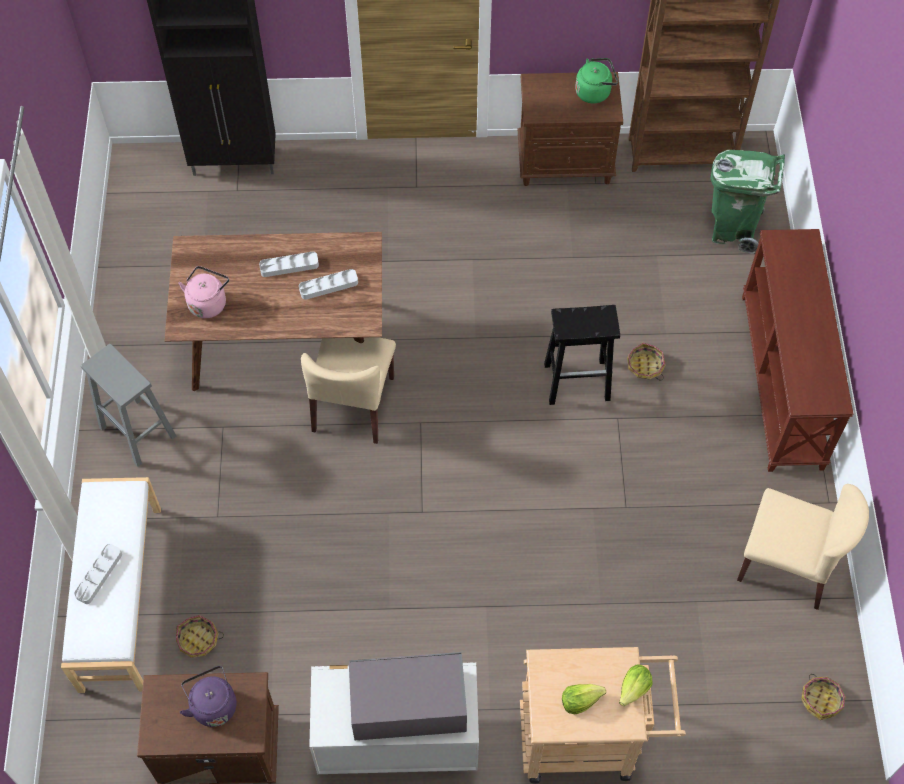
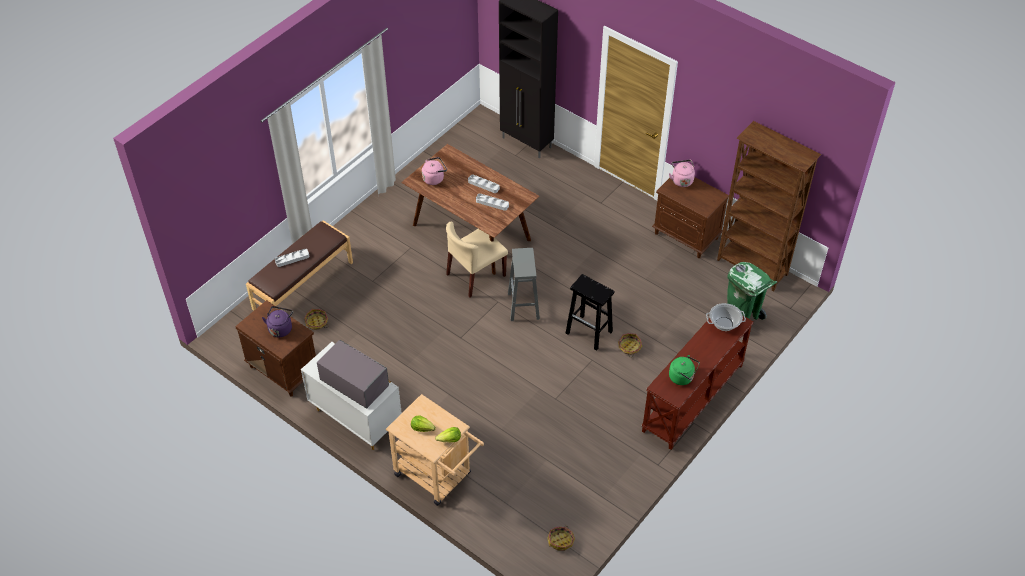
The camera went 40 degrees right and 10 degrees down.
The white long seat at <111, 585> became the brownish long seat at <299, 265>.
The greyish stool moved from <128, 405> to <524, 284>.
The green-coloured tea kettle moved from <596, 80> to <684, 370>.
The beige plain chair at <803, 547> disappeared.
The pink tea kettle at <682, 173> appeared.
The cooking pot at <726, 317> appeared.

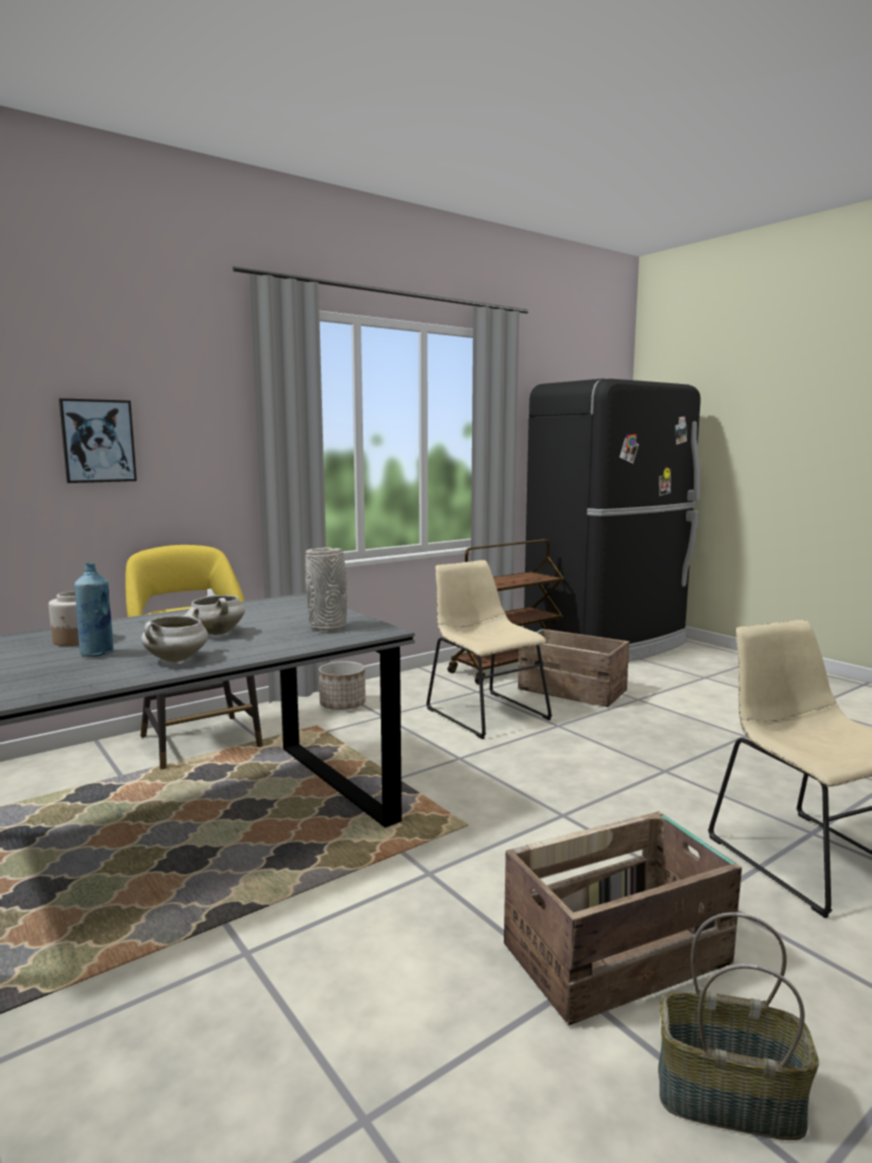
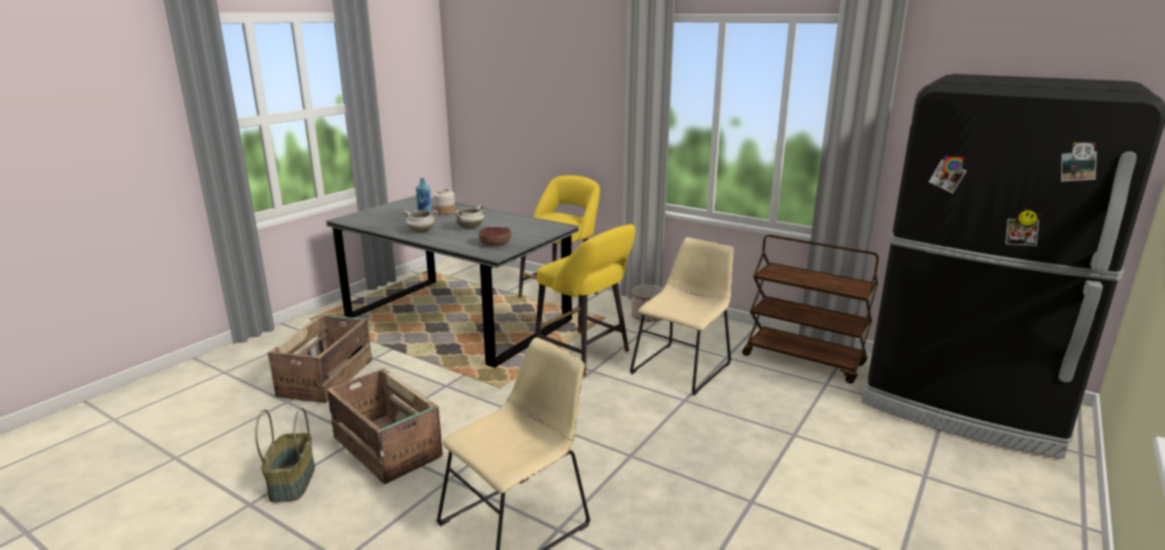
The camera went 70 degrees right and 10 degrees up.
The wall art at <98, 440> disappeared.
The greyish decorative vase at <326, 589> was replaced by the bowl at <495, 236>.
The crate moved from <573, 668> to <320, 359>.
The yellow stool at <585, 300> appeared.

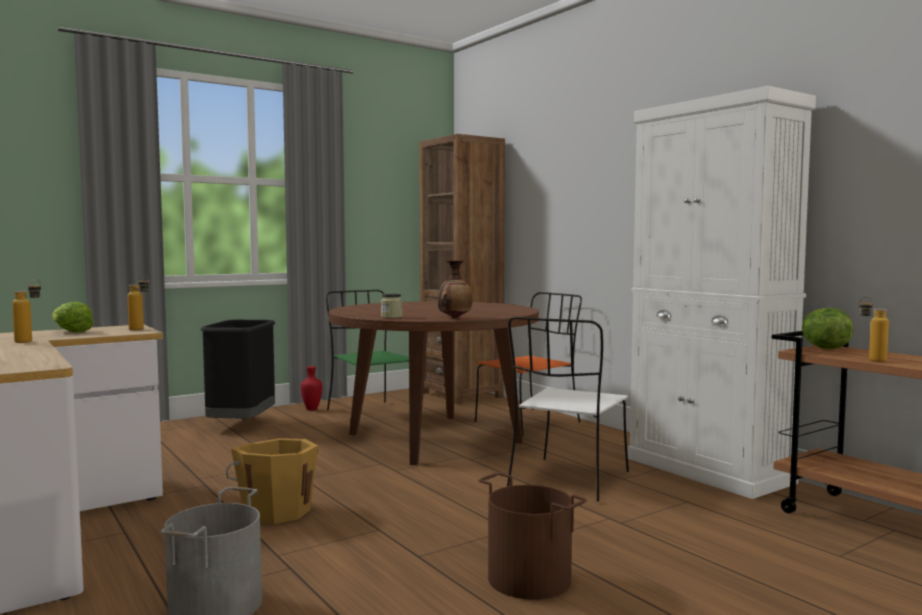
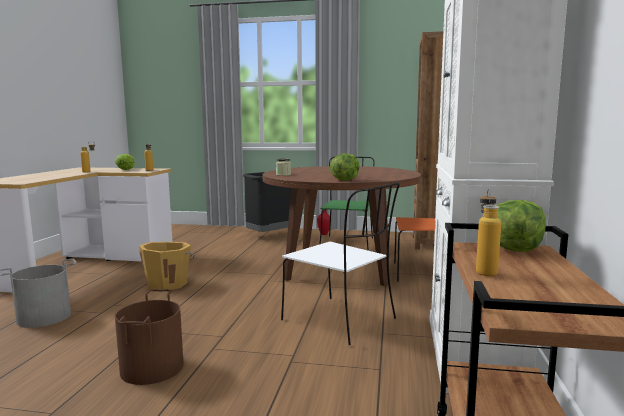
The camera went 45 degrees right and 5 degrees up.
The decorative vase at <455, 289> disappeared.
The white plain chair at <568, 409> turned 120 degrees counterclockwise.
The lettuce at <344, 167> appeared.

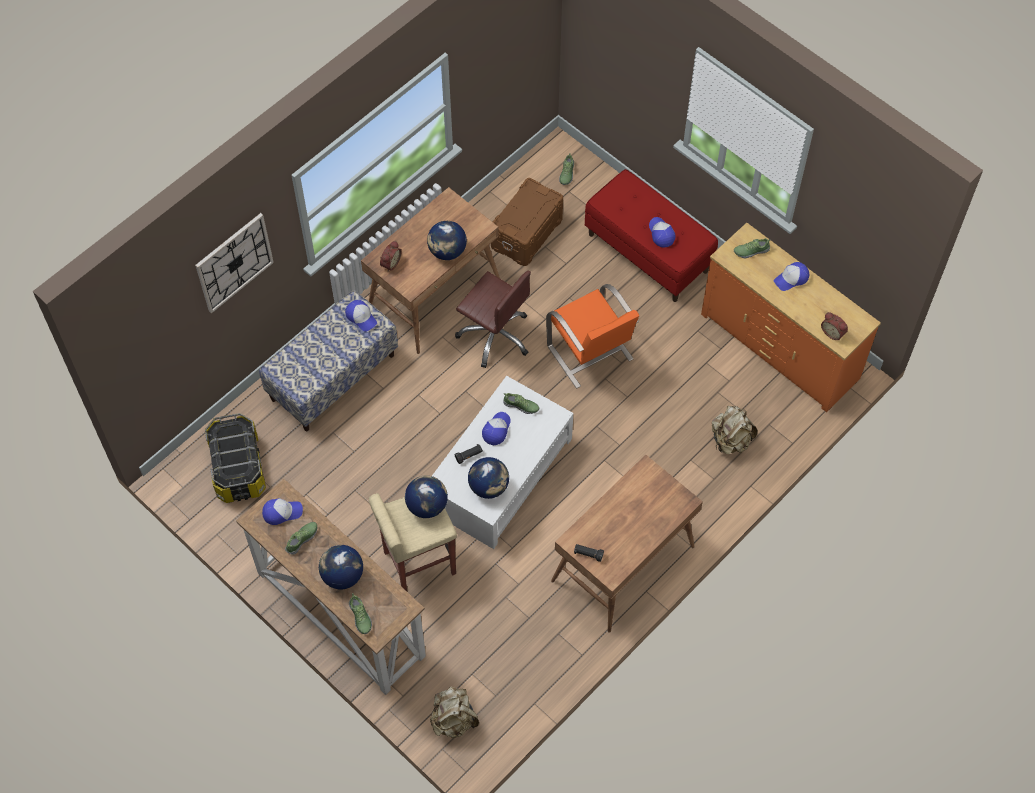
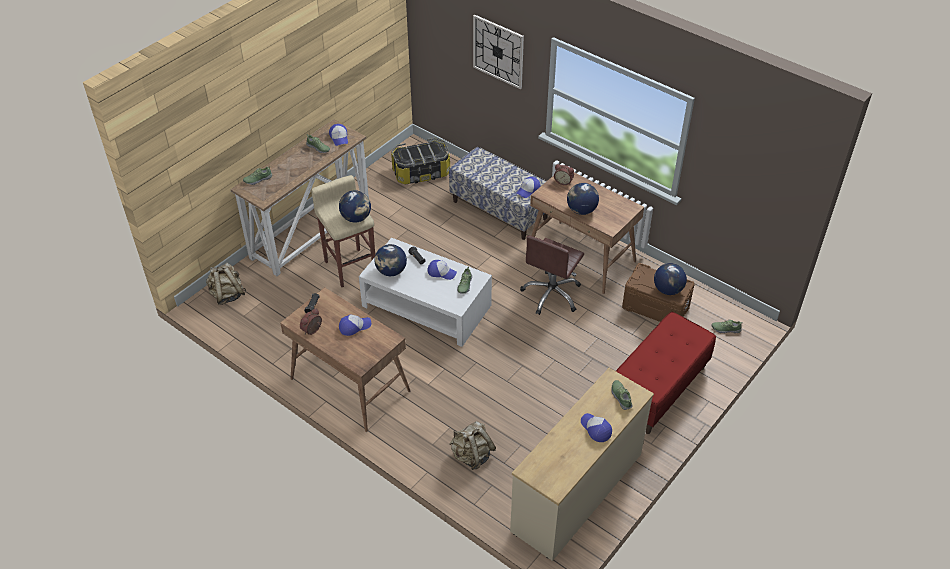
The camera went 85 degrees right and 15 degrees down.
The desk globe moved from <341, 567> to <670, 279>.
The orange-coloured plain chair at <592, 336> disappeared.
The cap moved from <662, 232> to <355, 325>.
The orange-coloured chest of drawers at <791, 317> became the beige chest of drawers at <582, 464>.
The bedside clock moved from <834, 326> to <311, 321>.

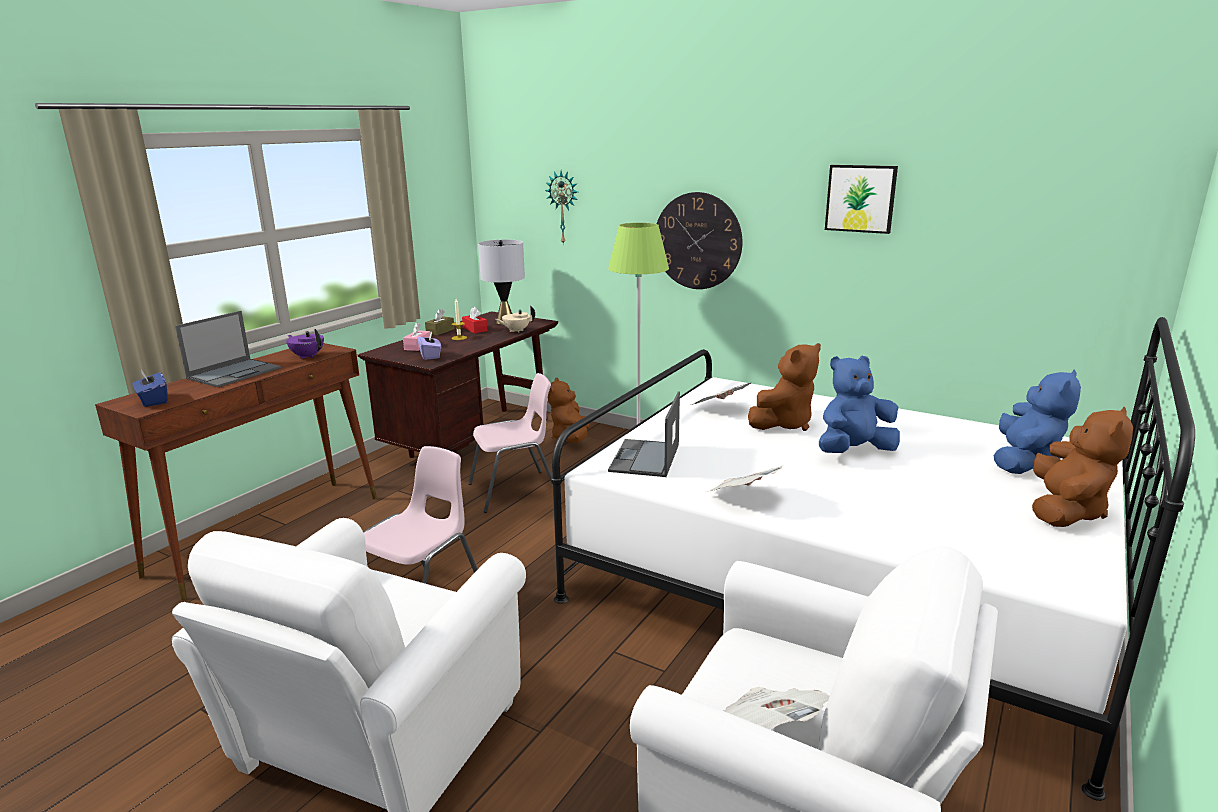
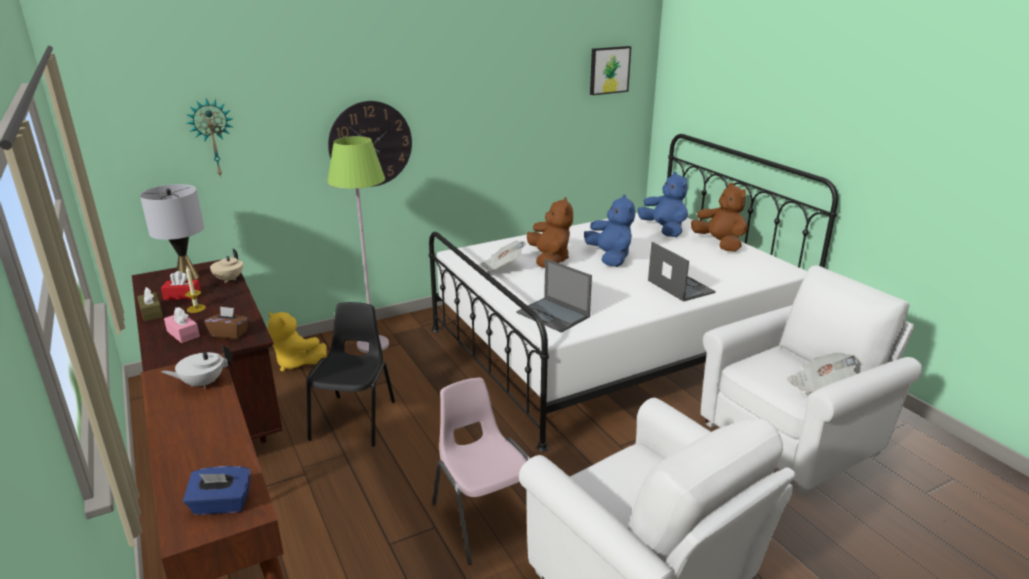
The camera went 60 degrees left and 5 degrees up.
The laptop moved from <228, 349> to <682, 272>.
The purplish teapot at <305, 344> became the white teapot at <196, 366>.
The purplish tissue box at <429, 346> became the brownish tissue box at <226, 322>.
The pink plain chair at <510, 443> became the black-coloured plain chair at <351, 374>.
The brownish soft toy at <569, 410> became the yellow soft toy at <297, 341>.
The newspaper at <745, 478> disappeared.
The blue soft toy at <859, 404> turned 150 degrees clockwise.
The wall art moved from <861, 199> to <610, 70>.

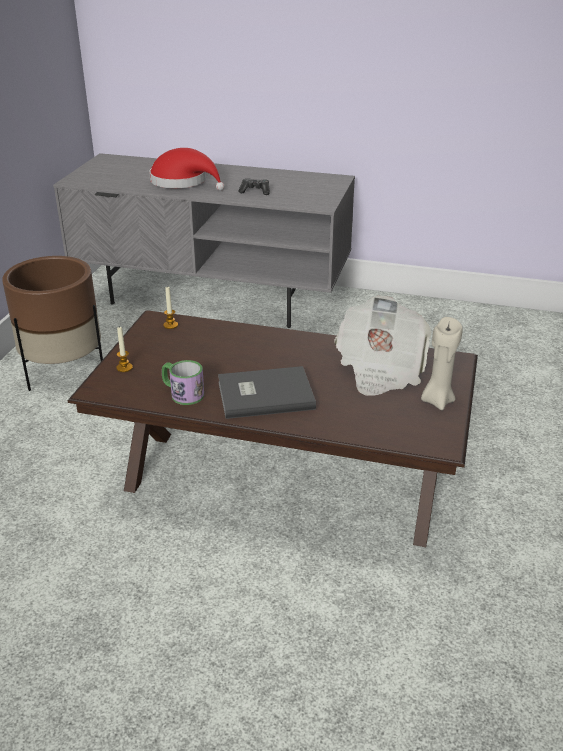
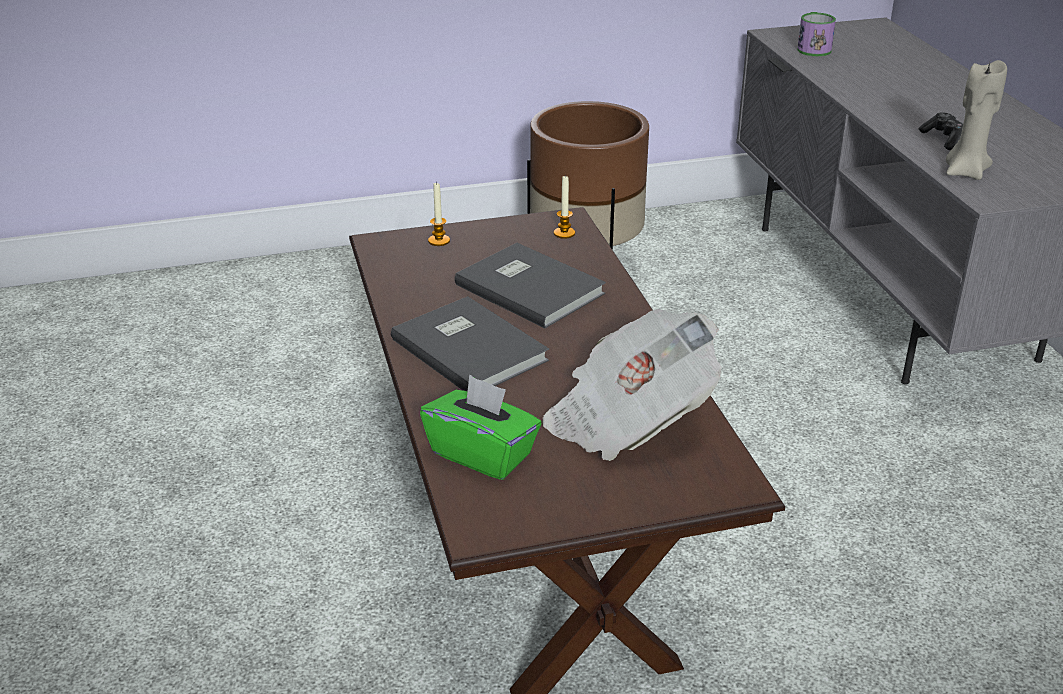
The camera went 60 degrees right and 0 degrees up.
The red clothing hat at <187, 169> disappeared.
The mug moved from <183, 382> to <816, 34>.
The beige wax candle moved from <442, 363> to <976, 120>.
The green-coloured tissue box at <480, 427> appeared.
The greyish volume at <530, 285> appeared.

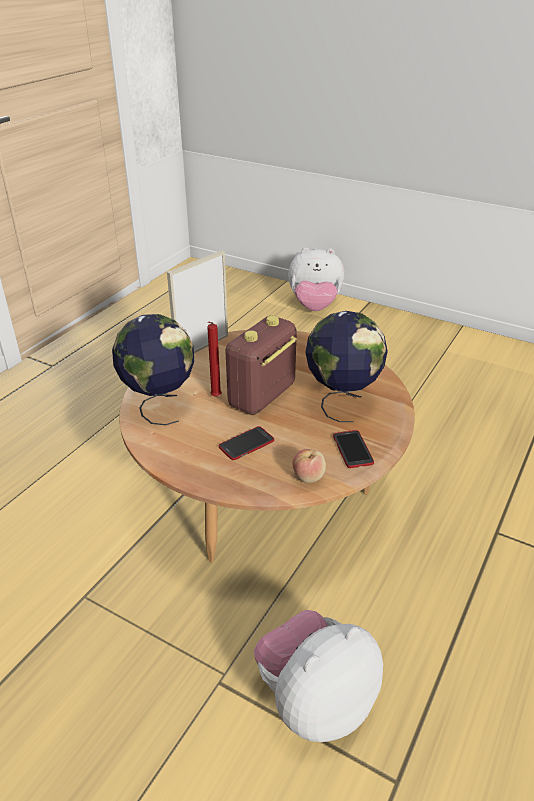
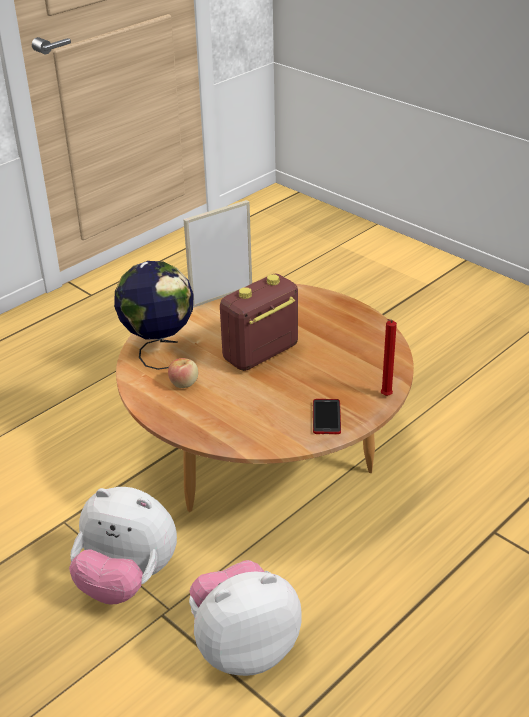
The camera went 15 degrees right and 0 degrees up.
The red wax candle moved from <214, 359> to <389, 357>.
The telephone at <246, 443> disappeared.
The soft toy moved from <316, 279> to <123, 546>.
The apple fruit moved from <309, 466> to <183, 373>.
The desk globe at <346, 366> disappeared.

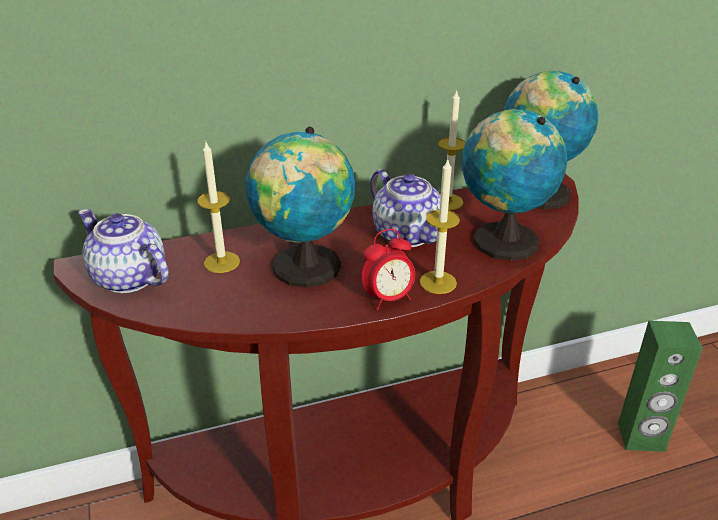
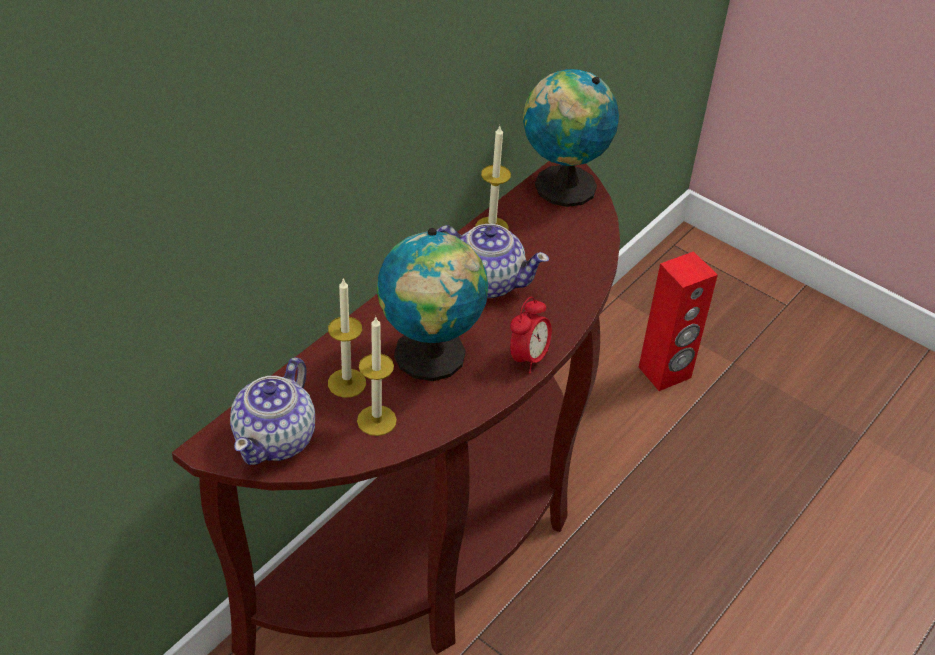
The camera went 35 degrees left and 10 degrees up.
The teapot at <123, 251> turned 75 degrees counterclockwise.
The wax candle moved from <440, 227> to <377, 376>.
The desk globe at <514, 185> disappeared.
The green-coloured speaker at <660, 386> became the red speaker at <678, 321>.

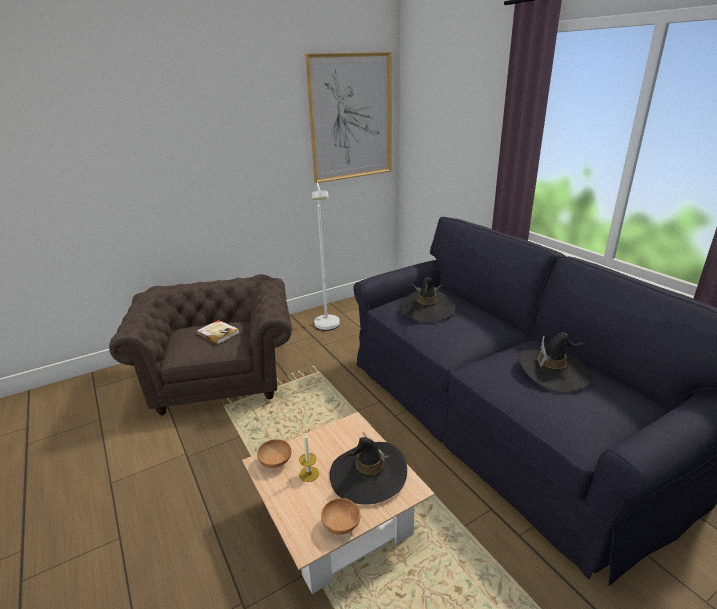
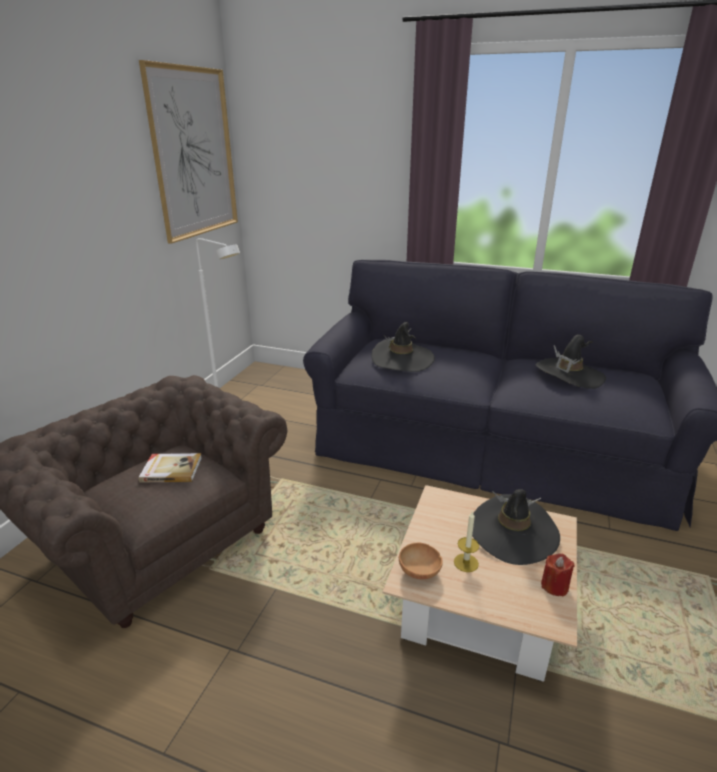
The camera went 40 degrees left and 0 degrees up.
The brownish bowl at <341, 516> was replaced by the red wax candle at <558, 575>.

